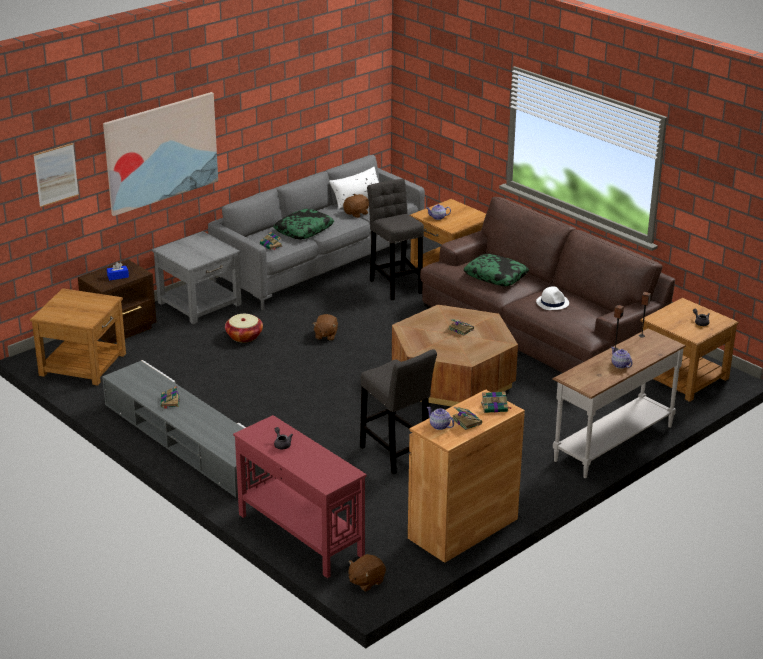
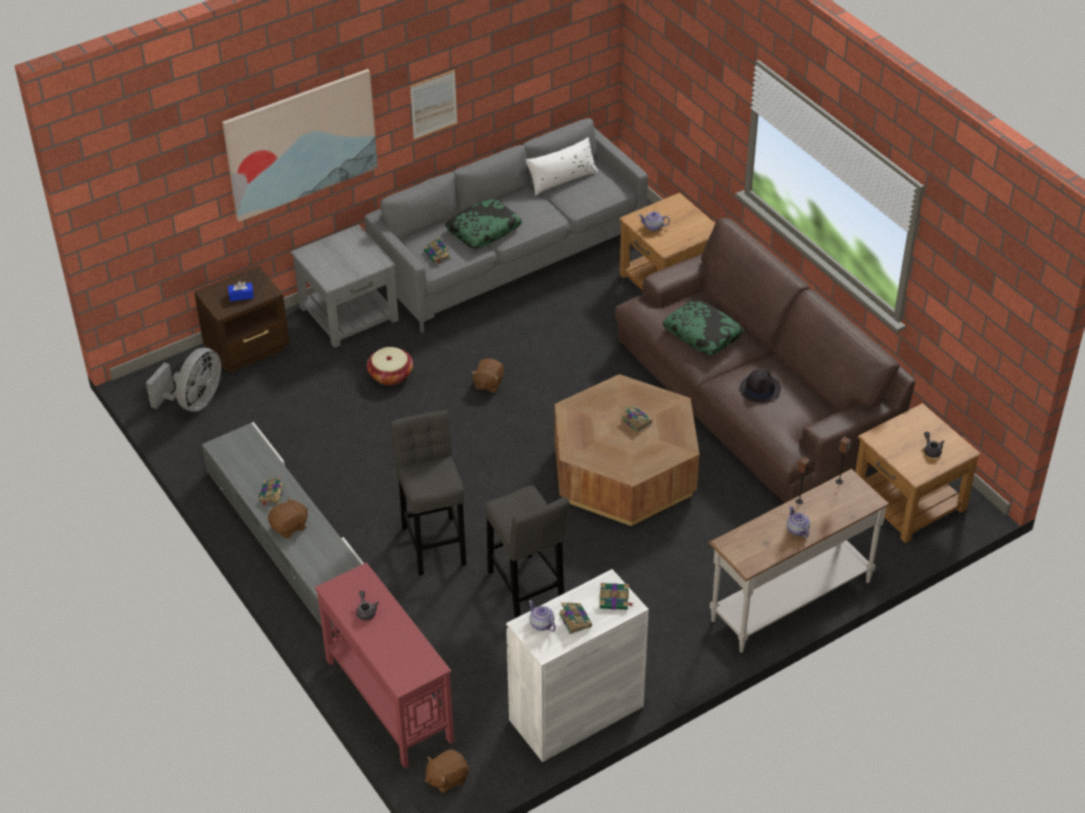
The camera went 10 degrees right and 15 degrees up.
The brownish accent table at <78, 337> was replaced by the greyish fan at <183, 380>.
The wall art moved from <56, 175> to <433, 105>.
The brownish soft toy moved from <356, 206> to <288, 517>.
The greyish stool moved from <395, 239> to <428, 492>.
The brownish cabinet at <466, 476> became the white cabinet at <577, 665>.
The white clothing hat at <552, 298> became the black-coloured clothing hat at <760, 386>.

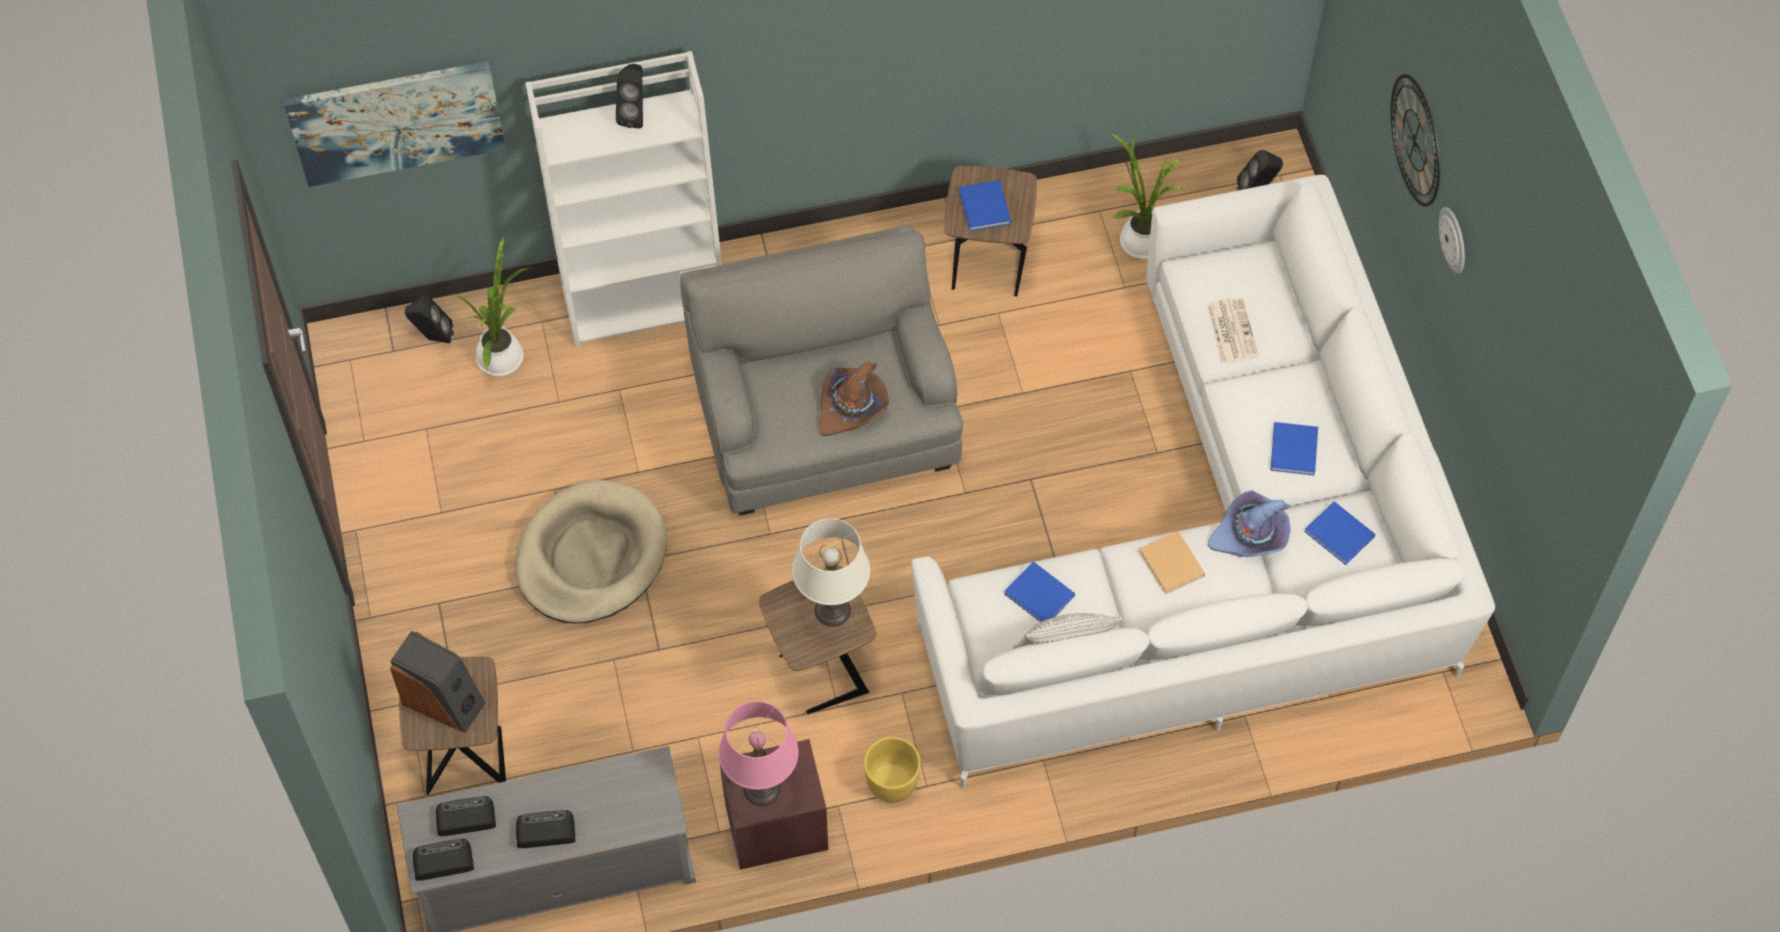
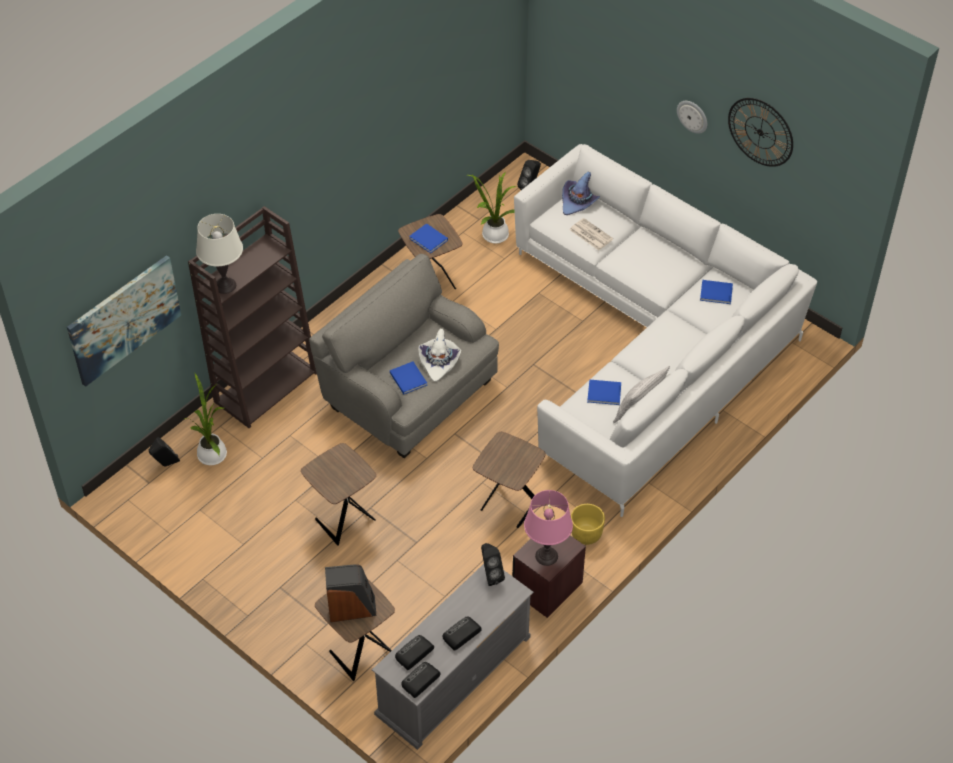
The camera went 35 degrees left and 10 degrees down.
The beige pet bed at <591, 551> was replaced by the brownish accent table at <338, 494>.
The white bookshelf at <623, 199> became the brownish bookshelf at <252, 317>.
The black-coloured speaker moved from <629, 96> to <493, 564>.
The white tabletop lamp moved from <831, 572> to <219, 254>.
The brownish clothing hat at <854, 399> became the white clothing hat at <439, 355>.
The beige volume at <1172, 562> disappeared.
The purplish clothing hat moved from <1249, 523> to <581, 193>.
The blue volume moved from <1294, 448> to <408, 377>.
The wall clock moved from <1415, 140> to <760, 132>.

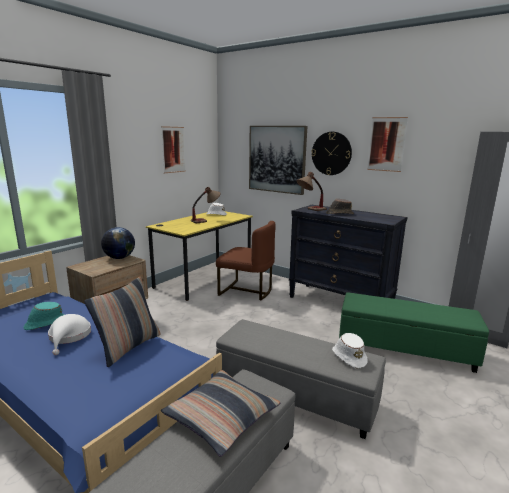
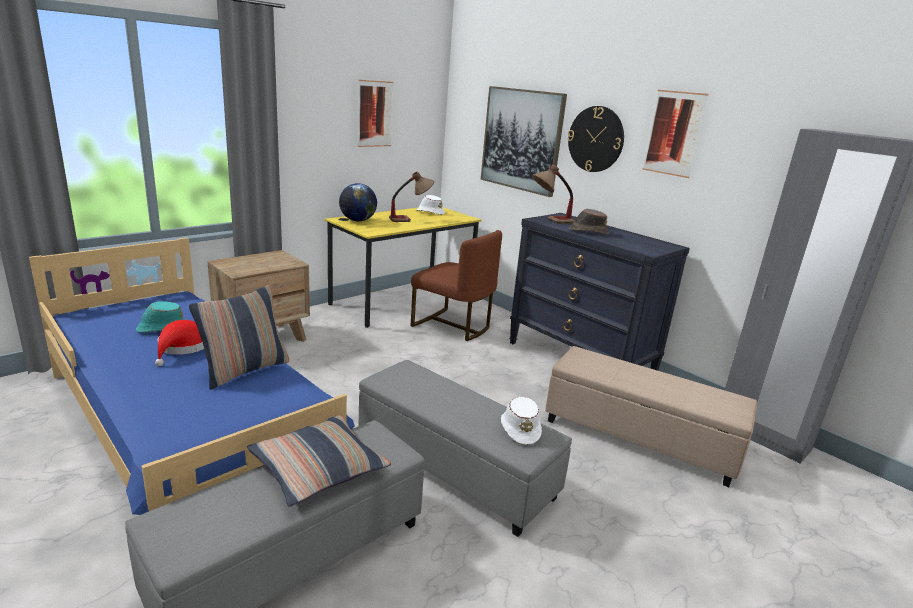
The camera went 10 degrees right and 5 degrees up.
The white clothing hat at <69, 334> became the red clothing hat at <179, 343>.
The desk globe moved from <118, 243> to <358, 202>.
The green-coloured footrest at <414, 332> became the beige footrest at <651, 416>.

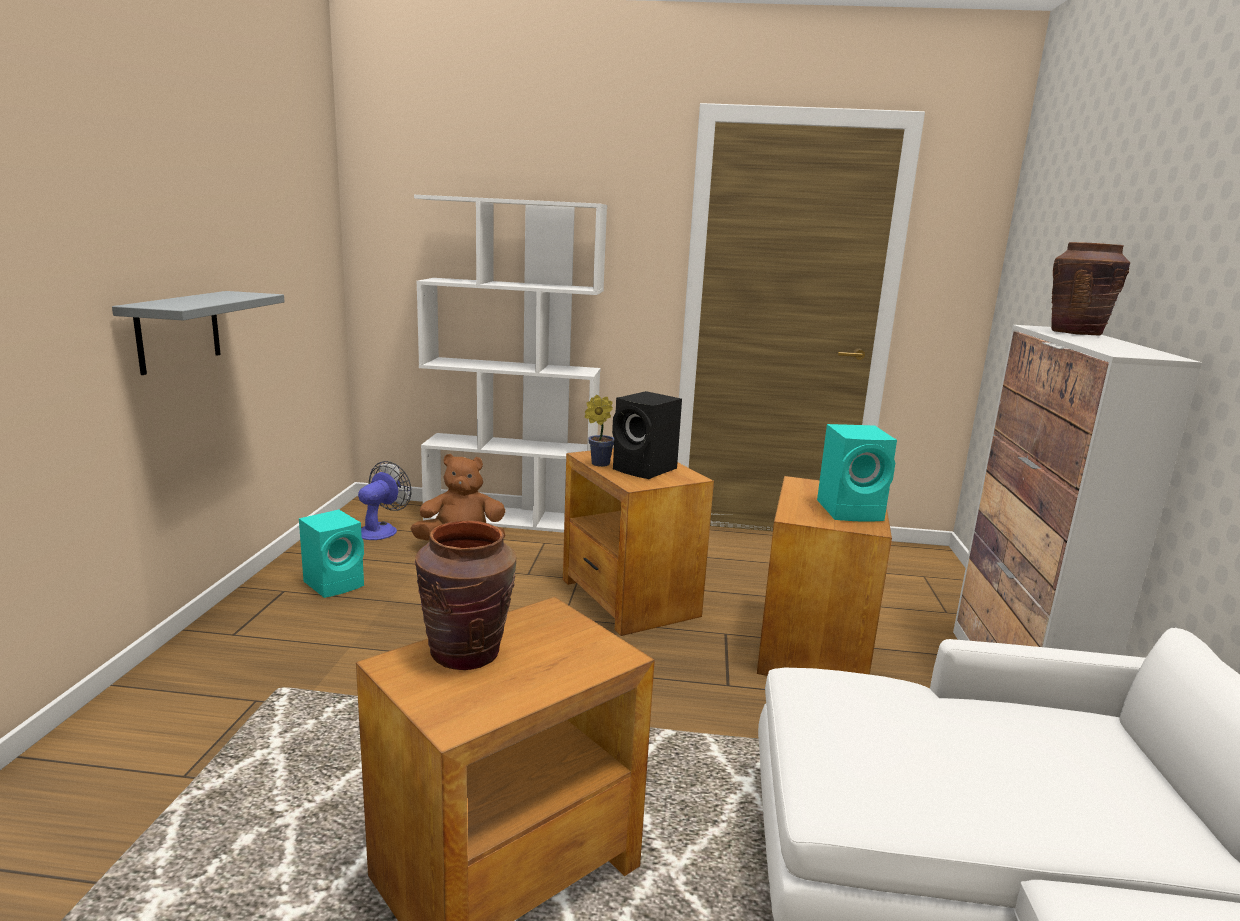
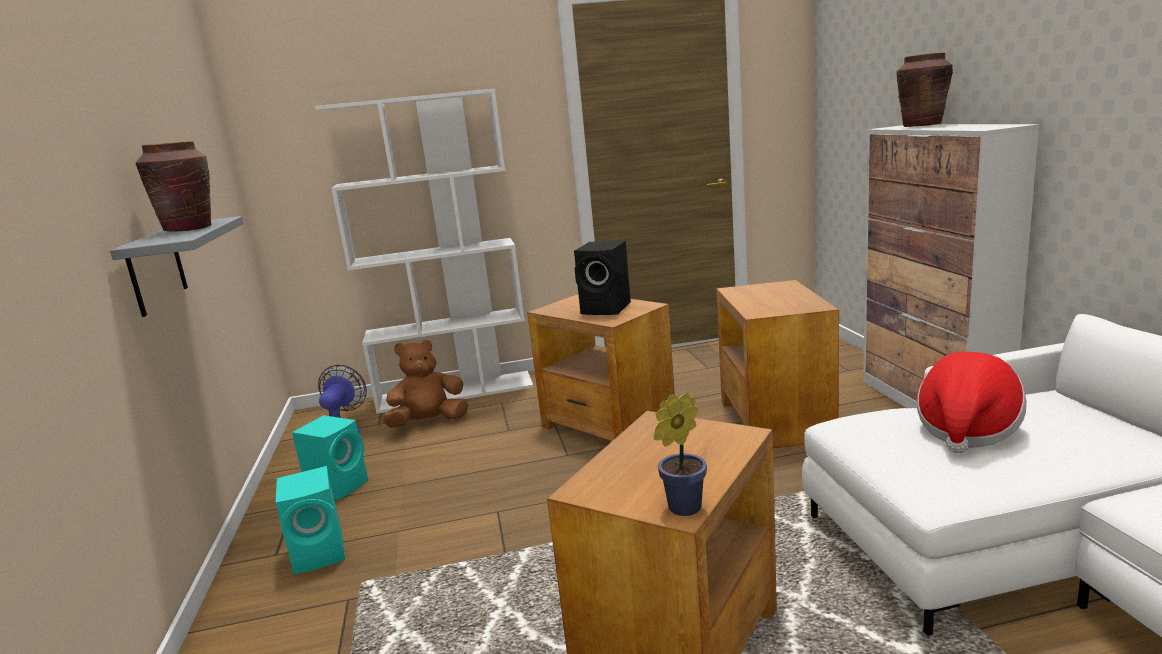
The camera went 15 degrees left and 0 degrees up.
The brownish decorative vase moved from <465, 595> to <173, 186>.
The potted plant moved from <599, 431> to <680, 454>.
The blue-green speaker moved from <857, 473> to <310, 520>.
The clothing hat at <972, 402> appeared.

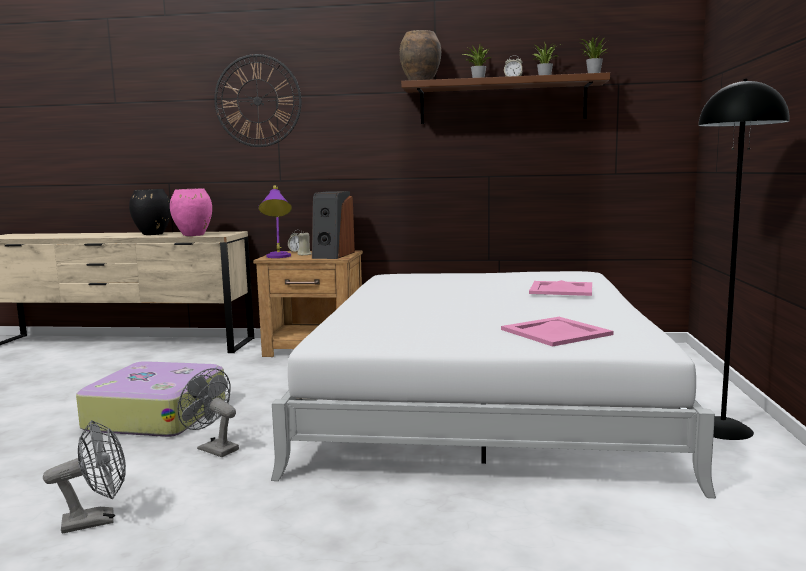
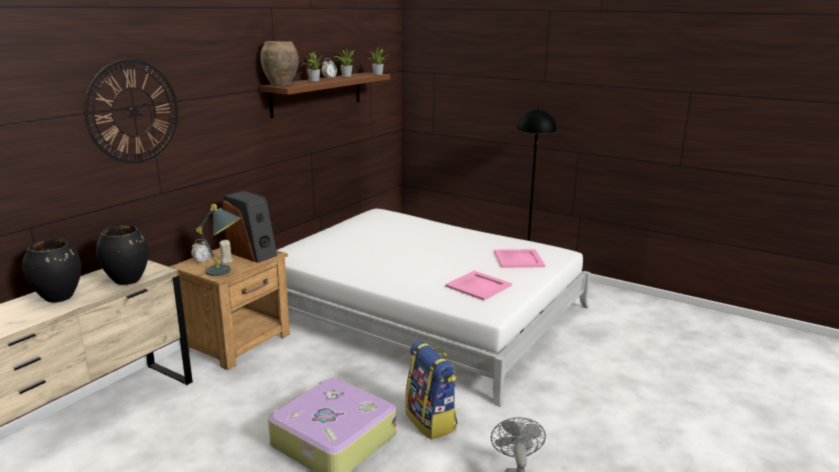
The camera went 65 degrees left and 10 degrees up.
The pink decorative vase at <191, 212> became the black-coloured decorative vase at <122, 255>.
The greyish fan at <208, 412> was replaced by the rucksack at <431, 390>.
The purplish tabletop lamp at <275, 221> became the greyish tabletop lamp at <218, 240>.
The pink serving tray moved from <560, 288> to <478, 286>.

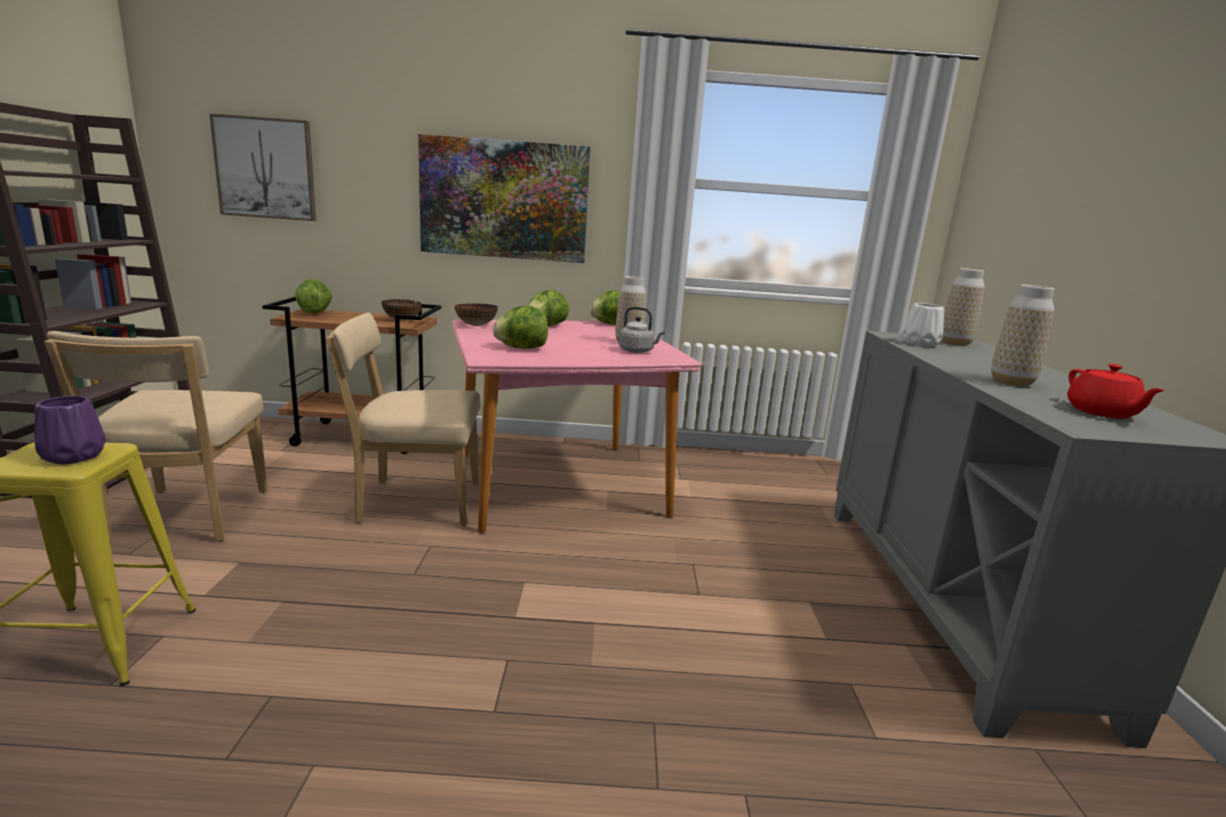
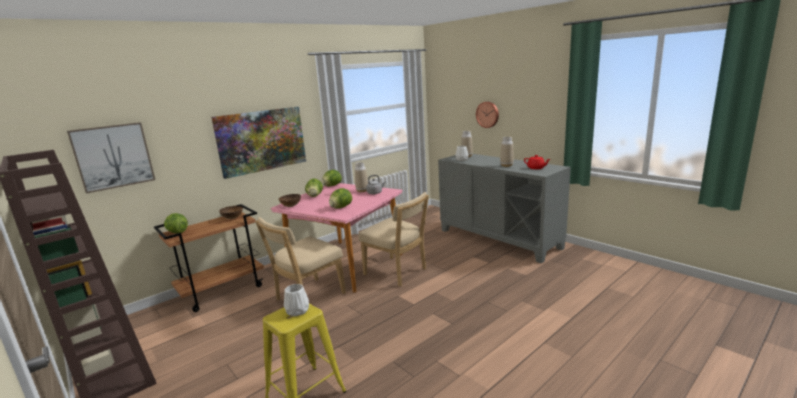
The camera went 40 degrees left and 0 degrees up.
The purplish decorative vase at <70, 430> became the white decorative vase at <296, 300>.
The beige plain chair moved from <155, 436> to <393, 239>.
The wall clock at <487, 115> appeared.

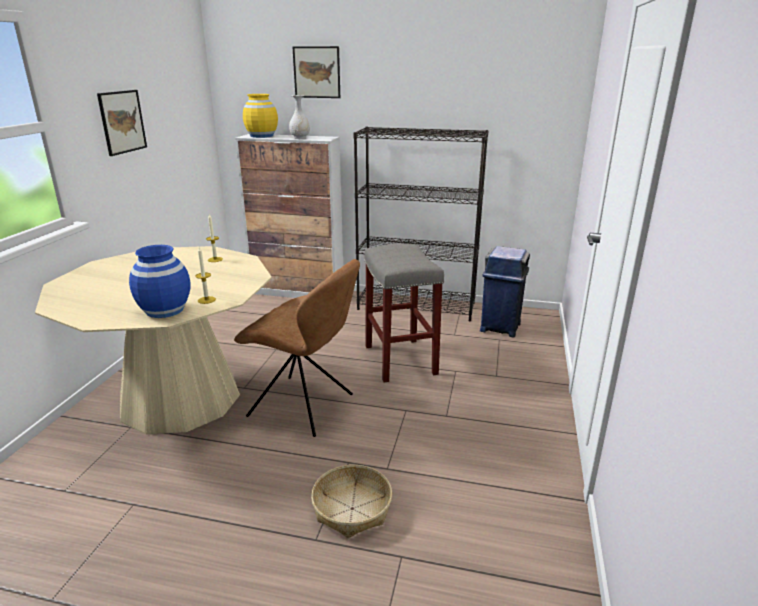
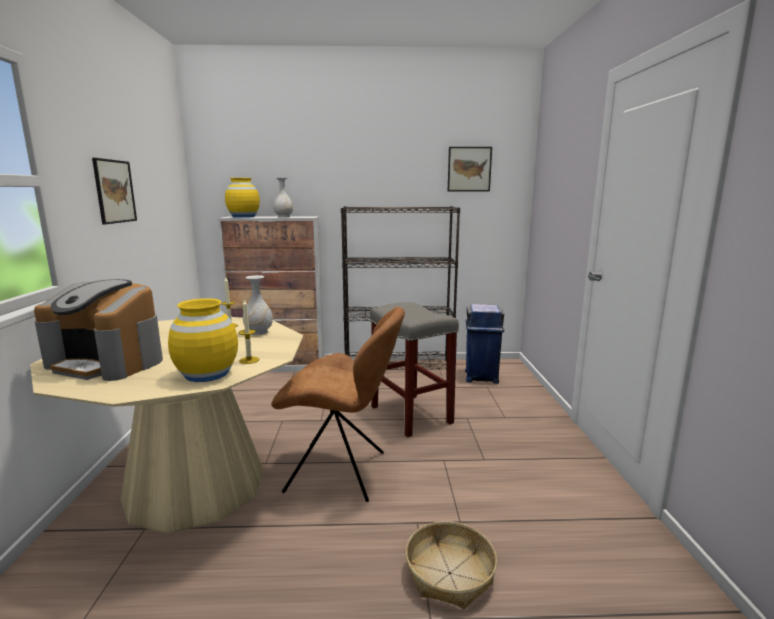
The camera went 15 degrees left and 10 degrees down.
The blue decorative vase at <159, 281> became the yellow decorative vase at <203, 340>.
The wall art moved from <316, 72> to <470, 169>.
The coffee brewer at <98, 330> appeared.
The white decorative vase at <258, 305> appeared.

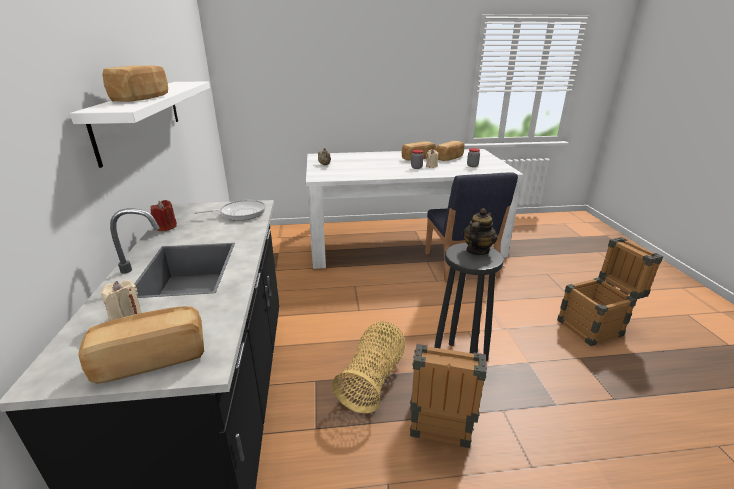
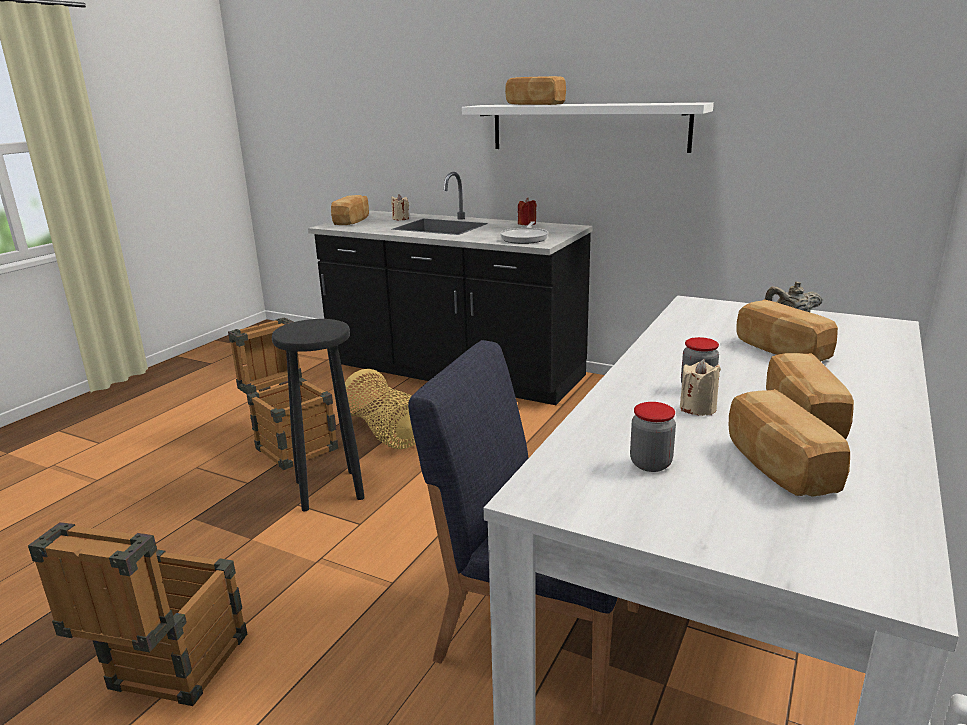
The camera went 125 degrees right and 5 degrees down.
The teapot at <480, 231> disappeared.
The bakery bread at <787, 330> appeared.

